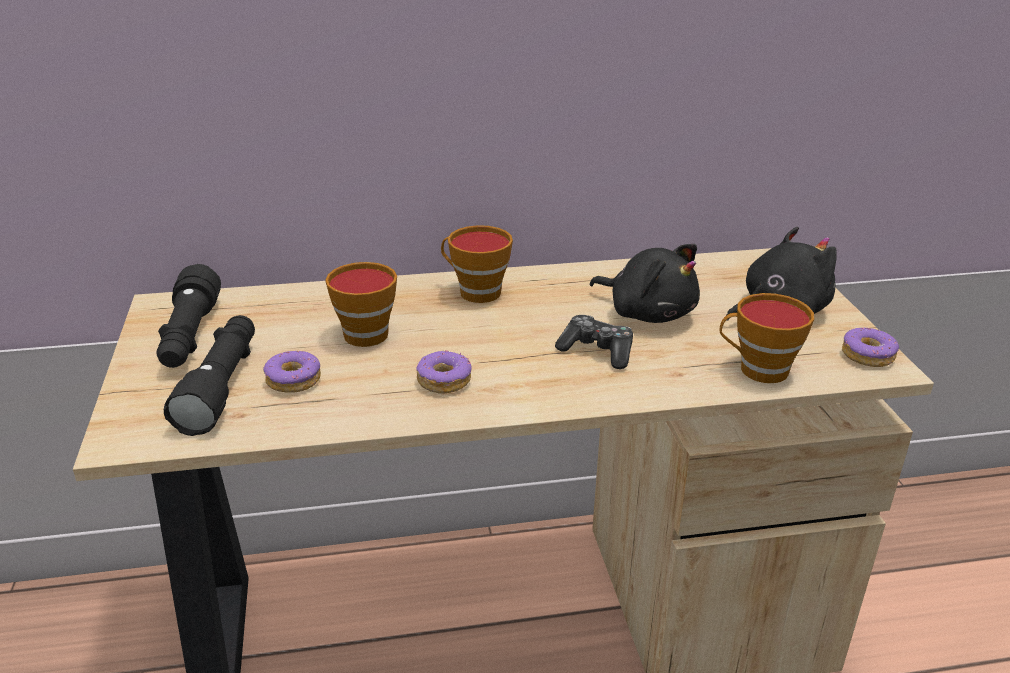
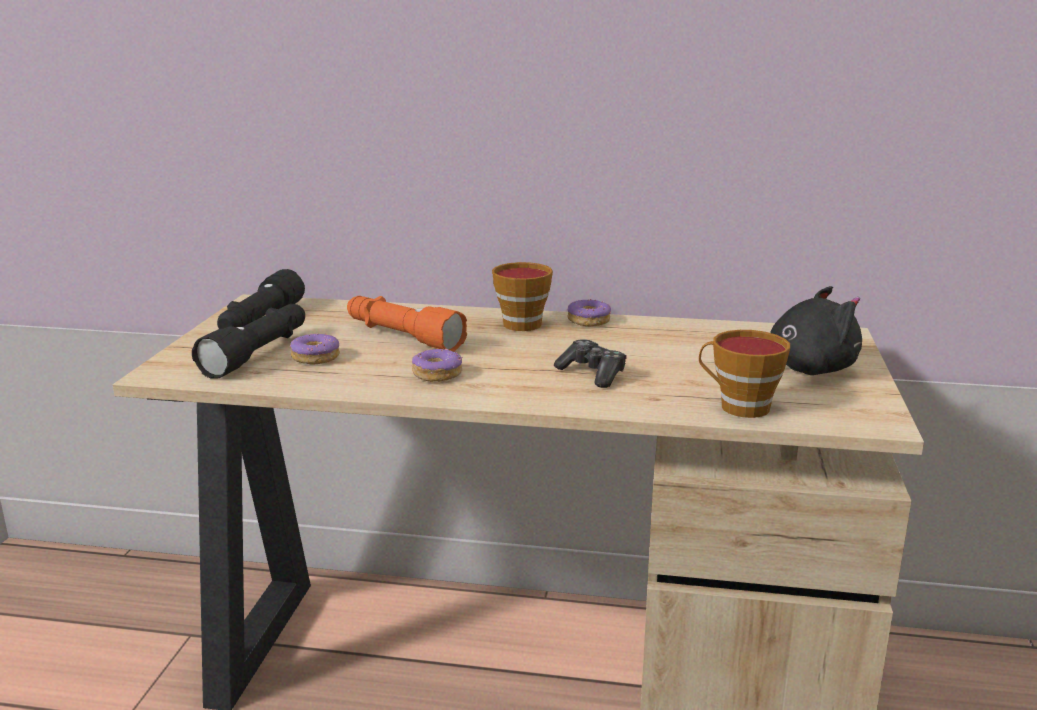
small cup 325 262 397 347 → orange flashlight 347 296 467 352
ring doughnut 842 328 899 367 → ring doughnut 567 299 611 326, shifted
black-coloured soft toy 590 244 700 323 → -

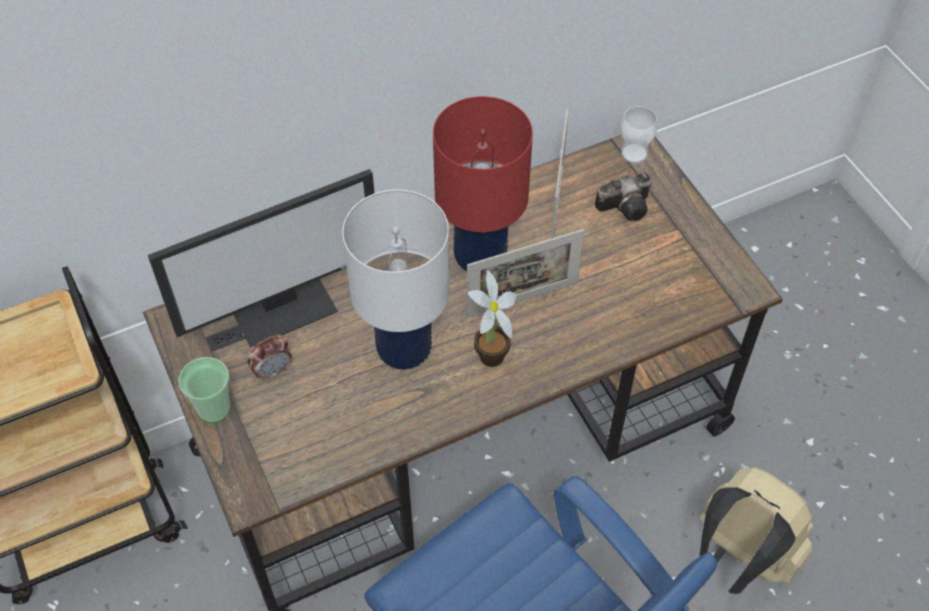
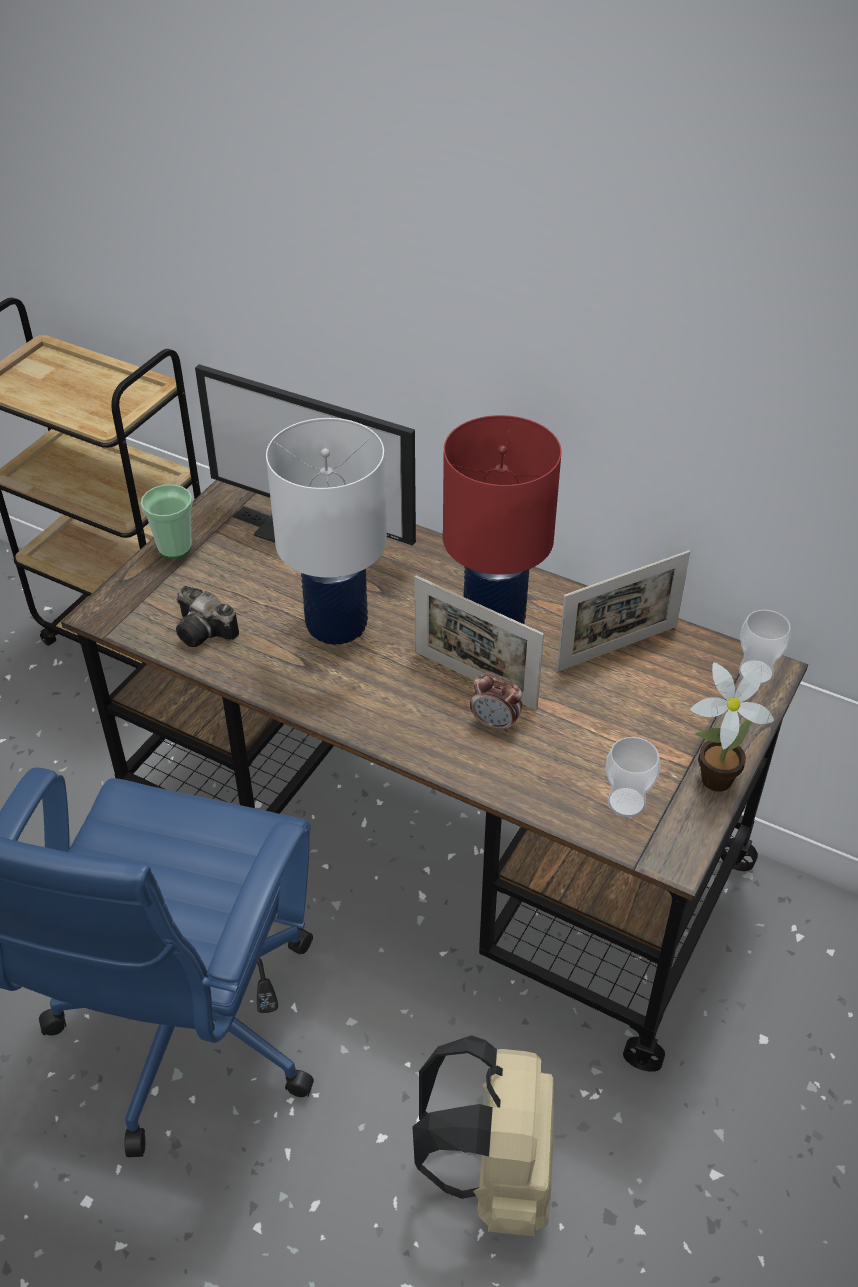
photo camera 595 173 651 221 → photo camera 176 586 239 647, shifted
bedside clock 248 334 292 382 → bedside clock 470 673 522 733, shifted
- → small cup 605 737 661 818
houseplant 468 270 516 367 → houseplant 690 662 774 792, shifted

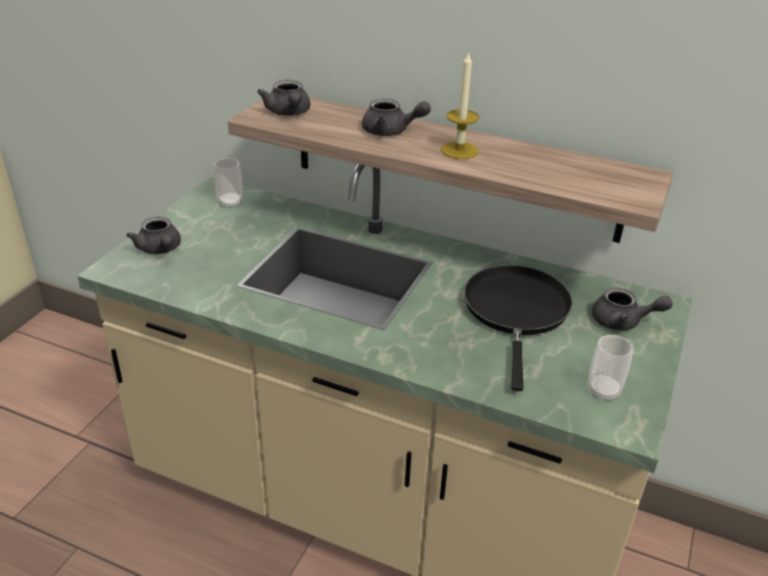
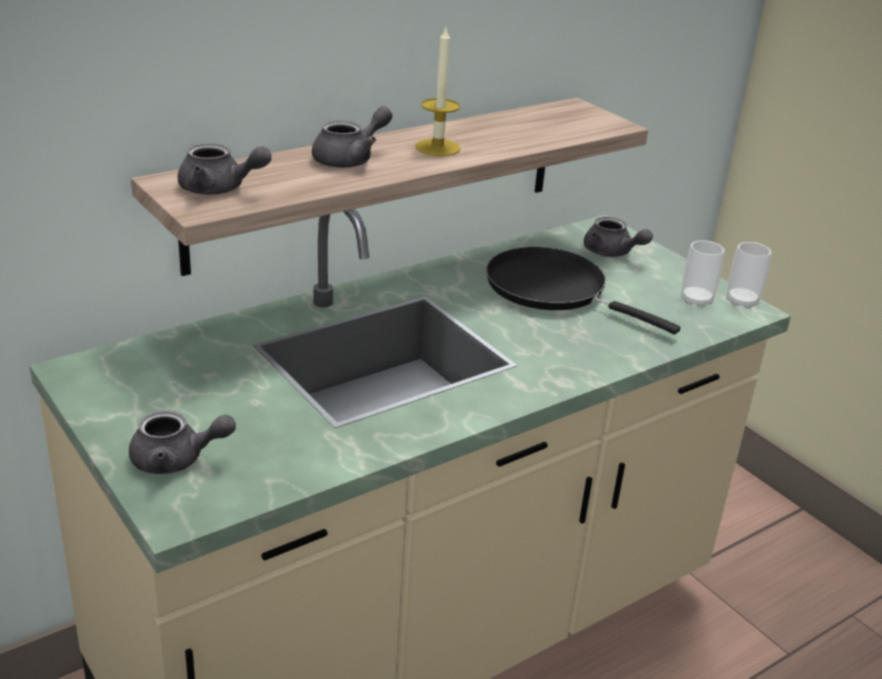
gray pot for tea 592 287 673 331 → gray pot for tea 584 217 653 257, 90 degrees clockwise
small cup 214 158 243 209 → small cup 726 242 771 309, shifted

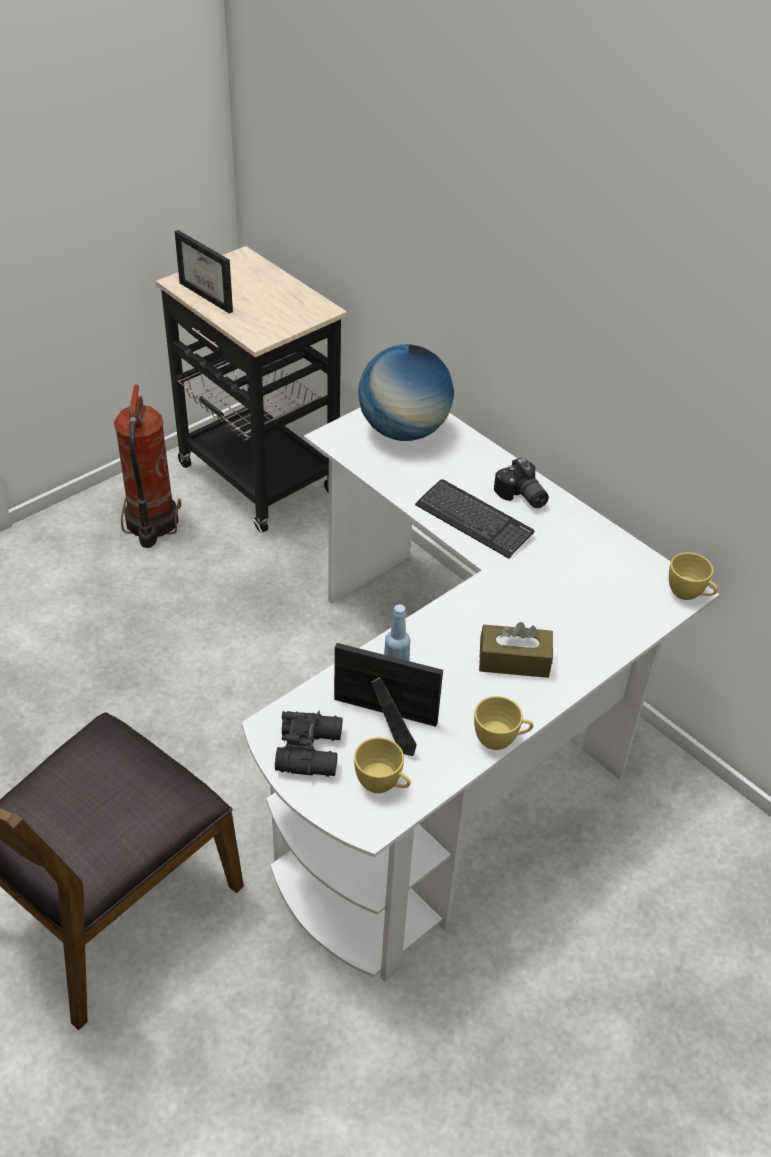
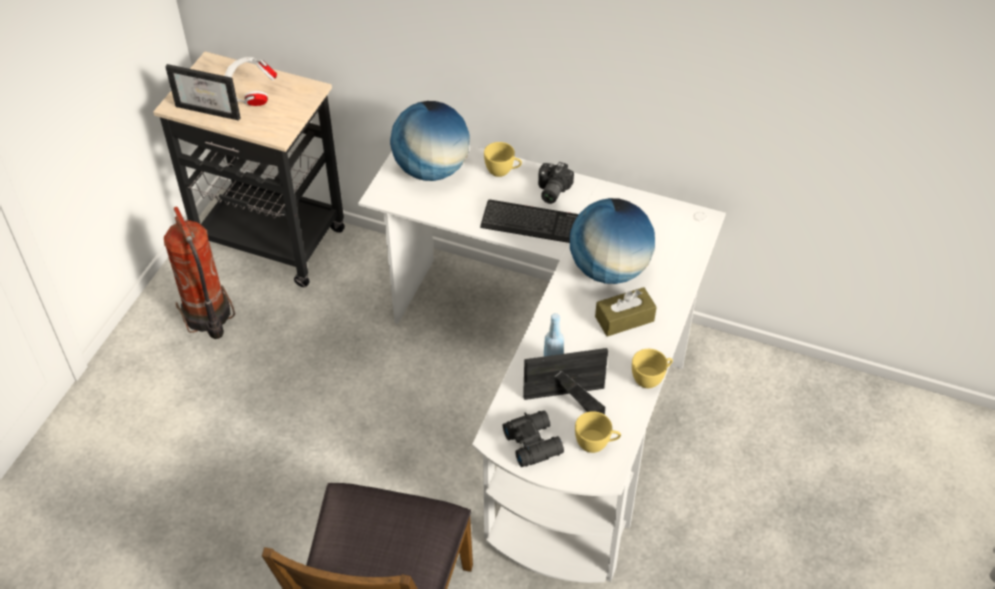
- → whitish pair of headphones 224 57 277 106
yellowish small cup 669 552 718 600 → yellowish small cup 484 142 522 177, shifted
photo camera 494 457 549 508 → photo camera 538 162 574 204, 75 degrees clockwise
- → world globe 570 198 655 284

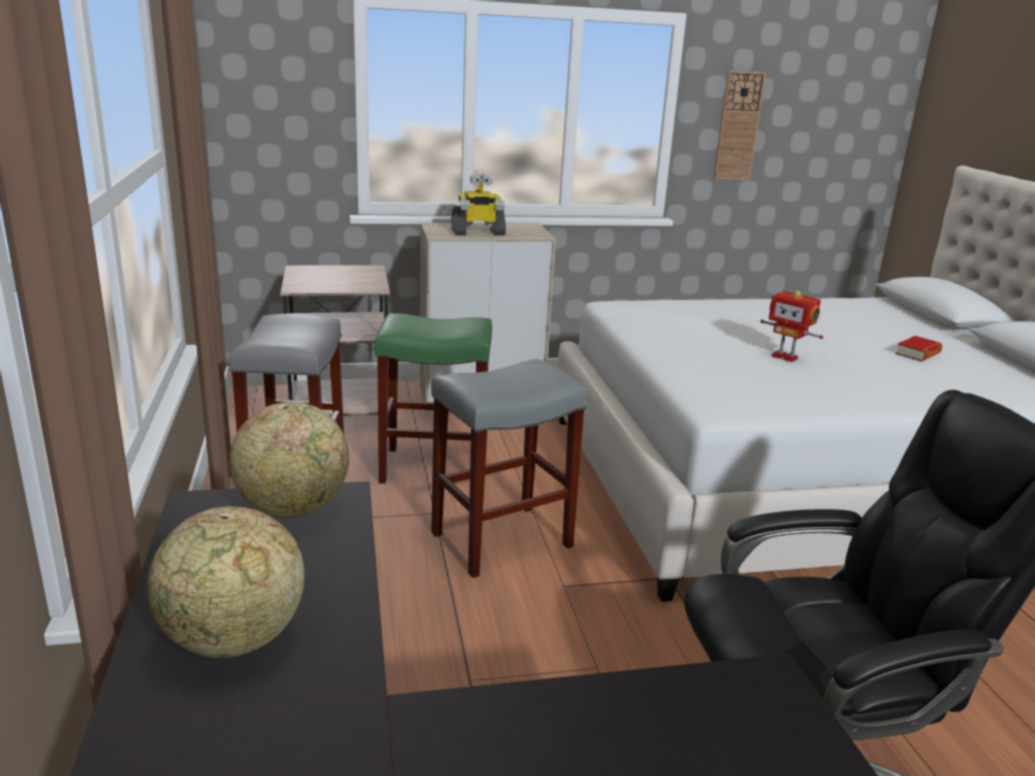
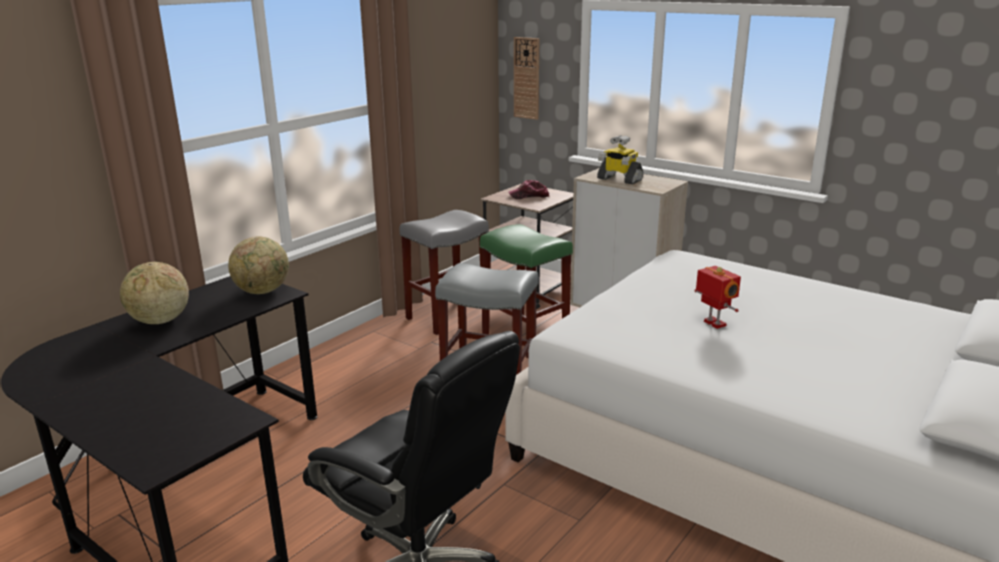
- → peaked cap 508 180 549 199
clock on the wall 713 70 766 180 → clock on the wall 514 37 539 120, shifted
model robot 760 290 823 362 → model robot 694 266 741 329, 150 degrees clockwise
book 896 336 943 362 → -

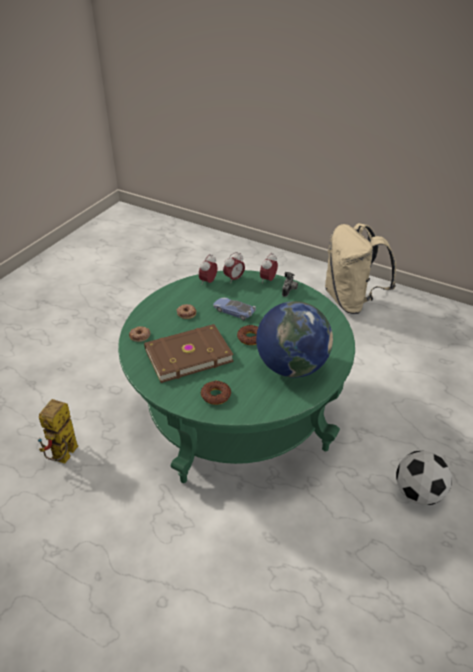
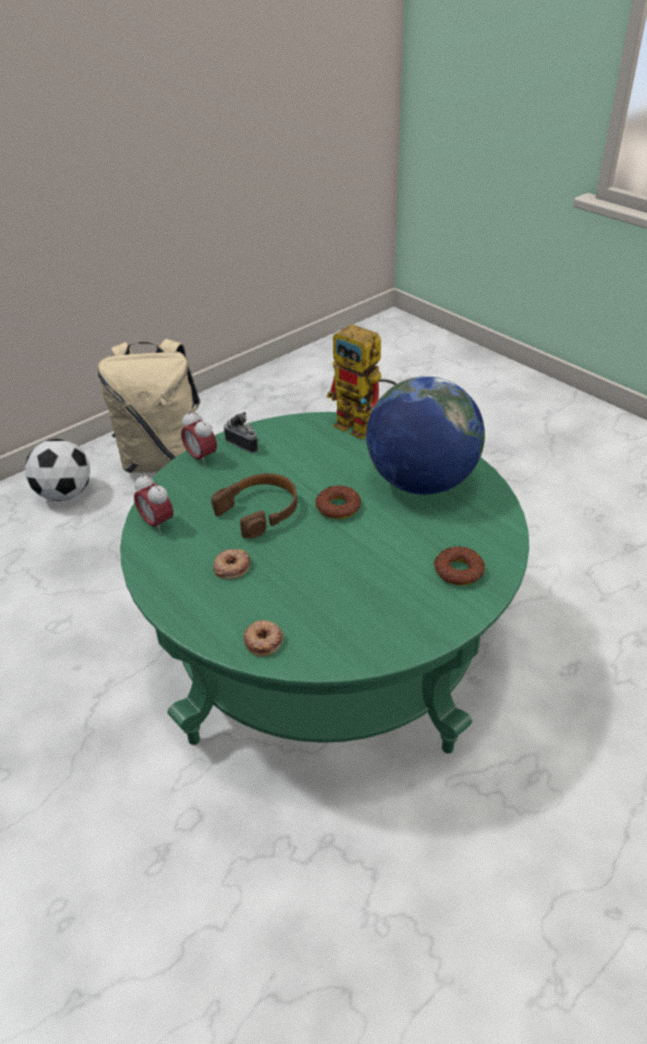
football 396 451 452 505 → football 25 439 90 501, shifted
model car 213 298 256 320 → brownish pair of headphones 211 473 297 538
model robot 38 399 78 463 → model robot 327 324 397 439, shifted
brownish book 144 324 234 383 → -
bedside clock 223 252 245 284 → -

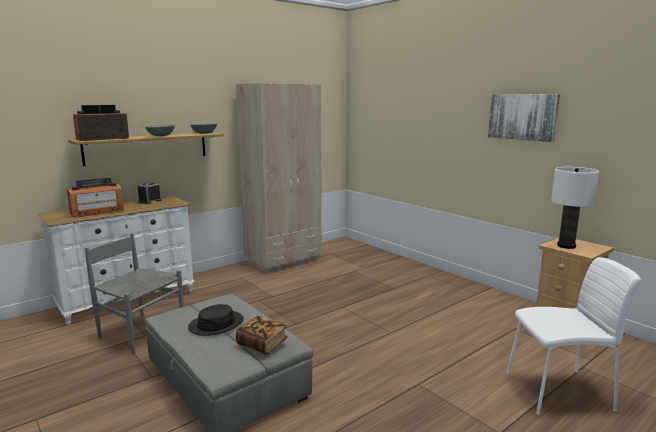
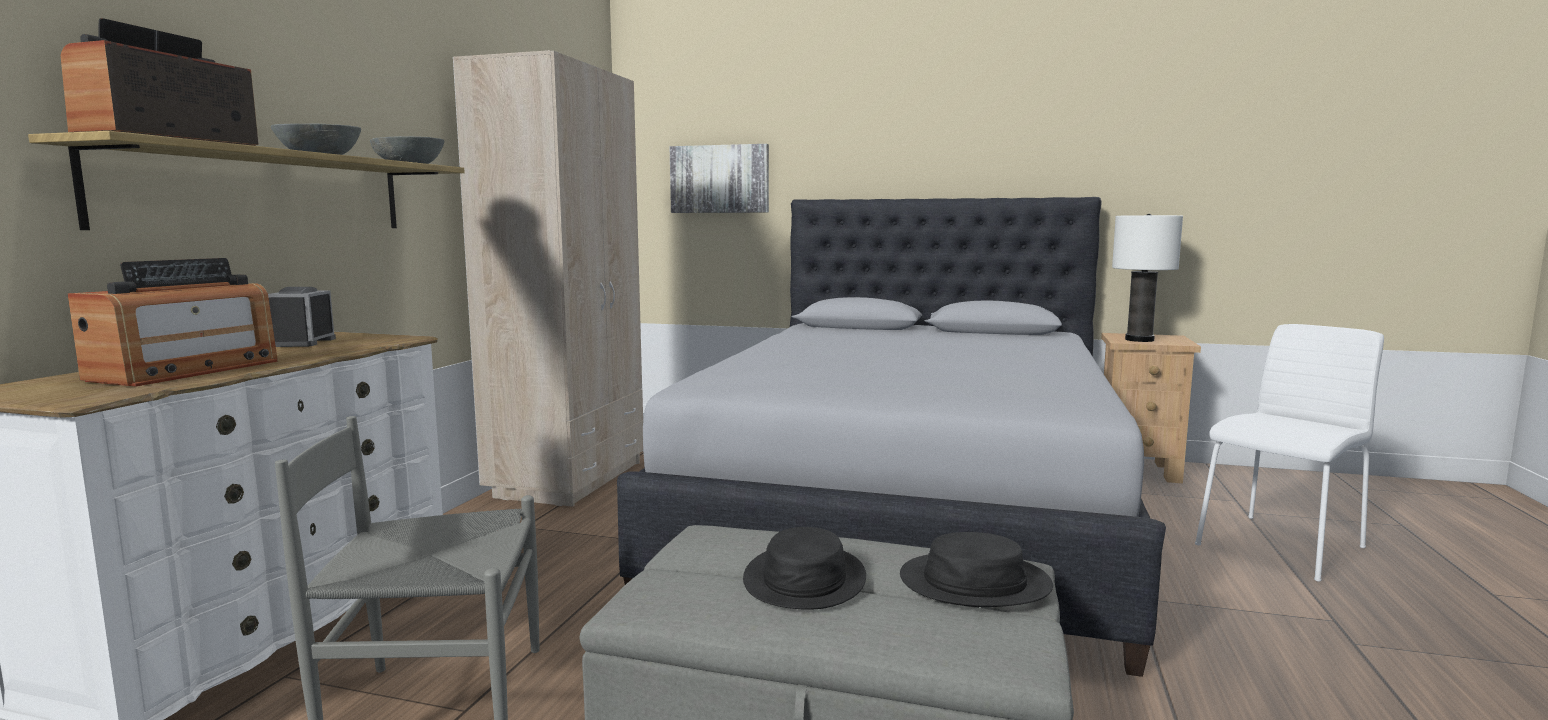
- → gray bedroom bed 617 197 1166 677
wall art 488 94 560 142 → wall art 670 144 769 213, shifted
book 236 316 288 355 → black-coloured wearable hat 900 532 1053 607

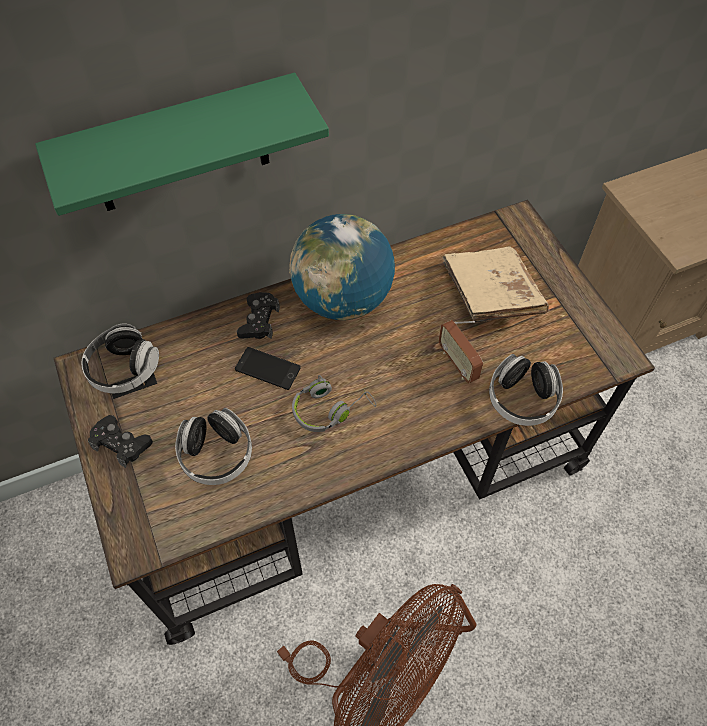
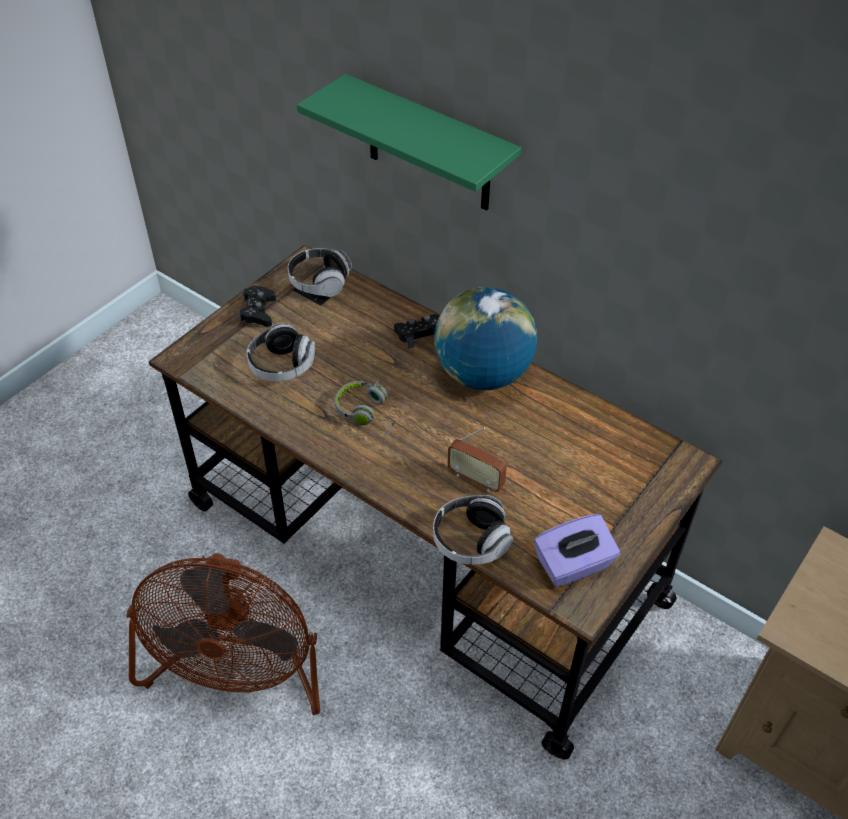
radio receiver 439 320 483 383 → radio receiver 447 428 507 492, 90 degrees counterclockwise
- → purple-coloured box of tissues 534 514 620 587
handset 235 347 301 390 → -
beige book 443 247 549 323 → -

